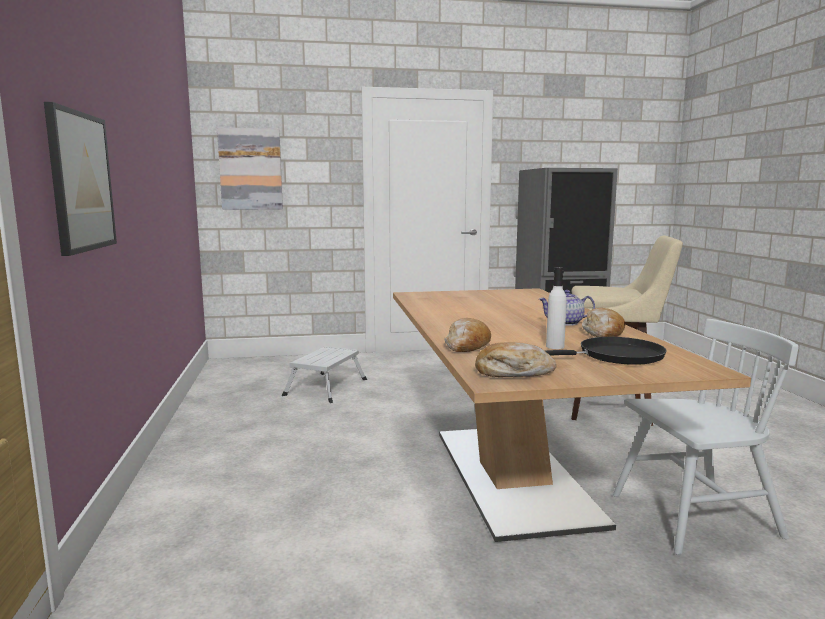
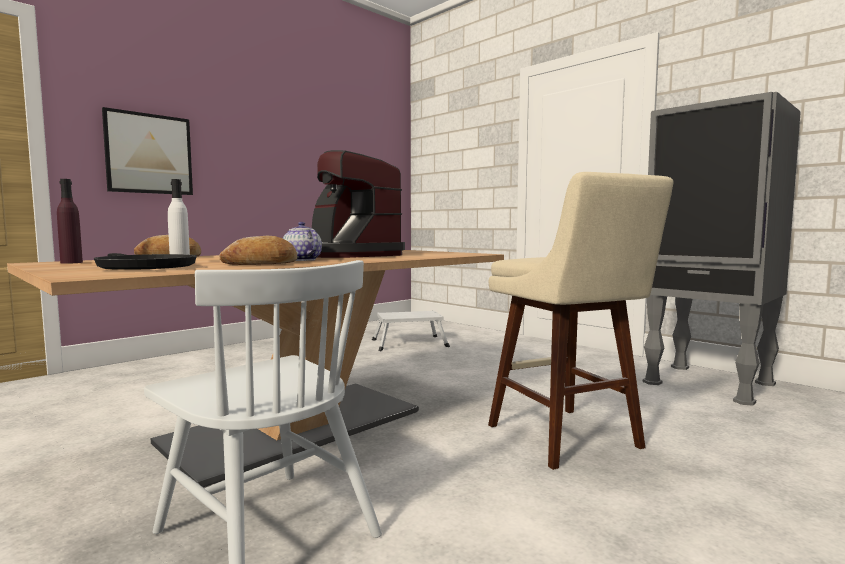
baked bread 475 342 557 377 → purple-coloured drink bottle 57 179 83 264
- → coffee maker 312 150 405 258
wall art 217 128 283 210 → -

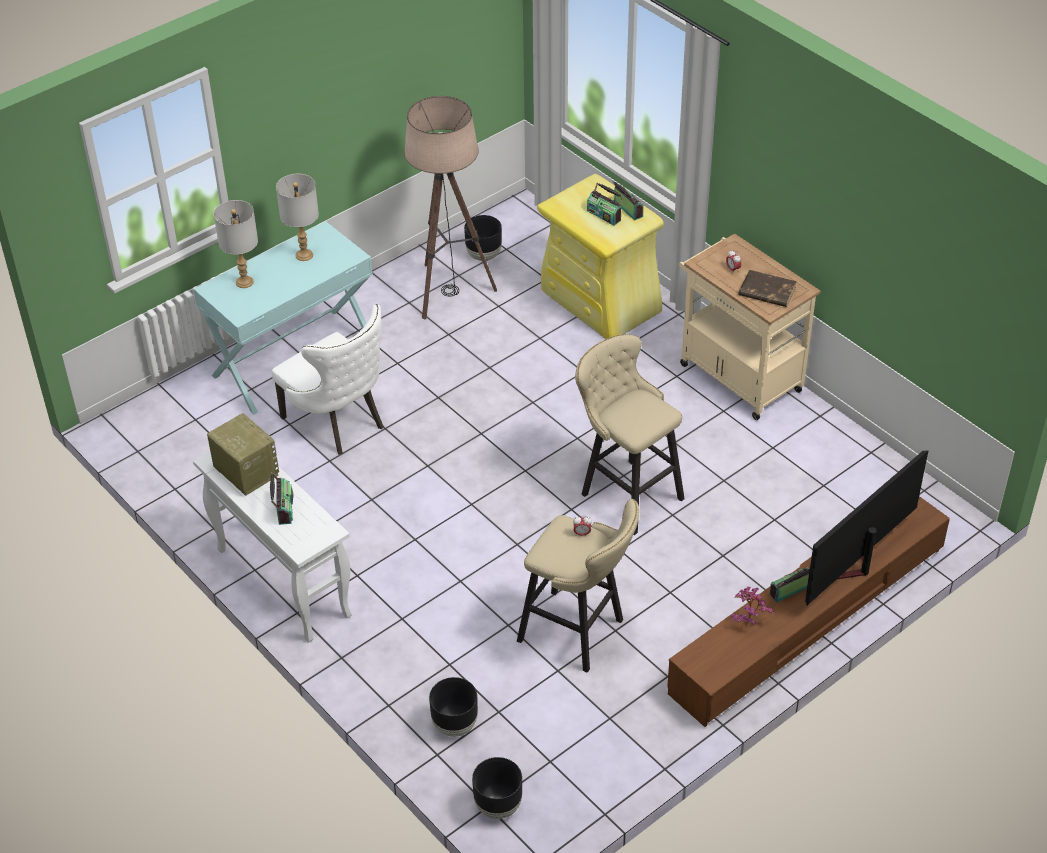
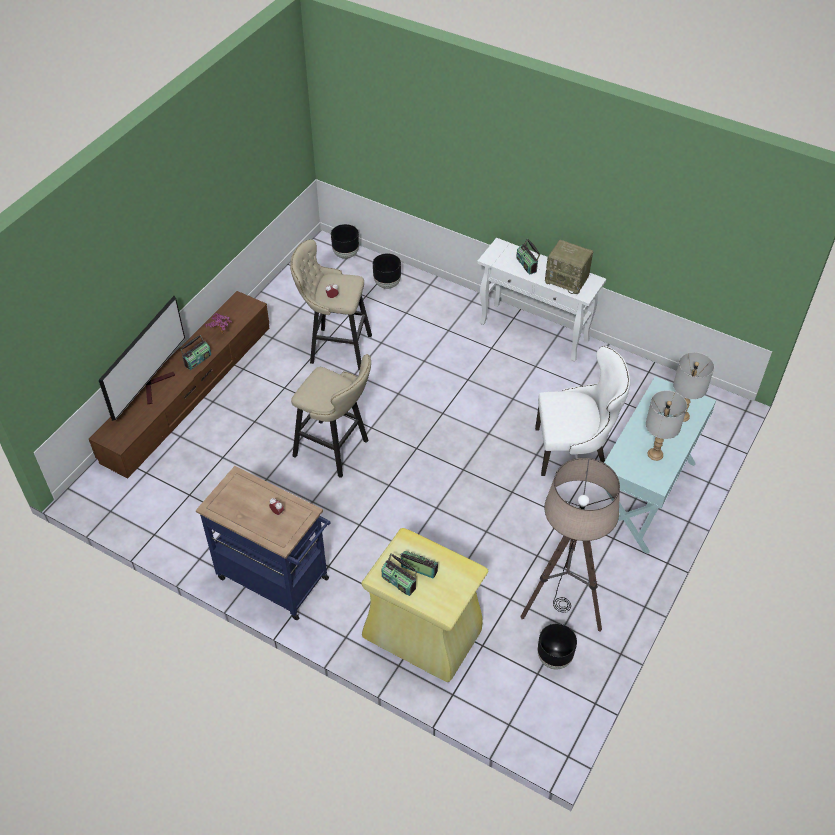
beige trolley 679 234 821 420 → blue trolley 196 466 331 620
whitish plain chair 272 304 384 455 → whitish plain chair 535 346 630 476, 150 degrees clockwise
brownish book 738 270 797 307 → -

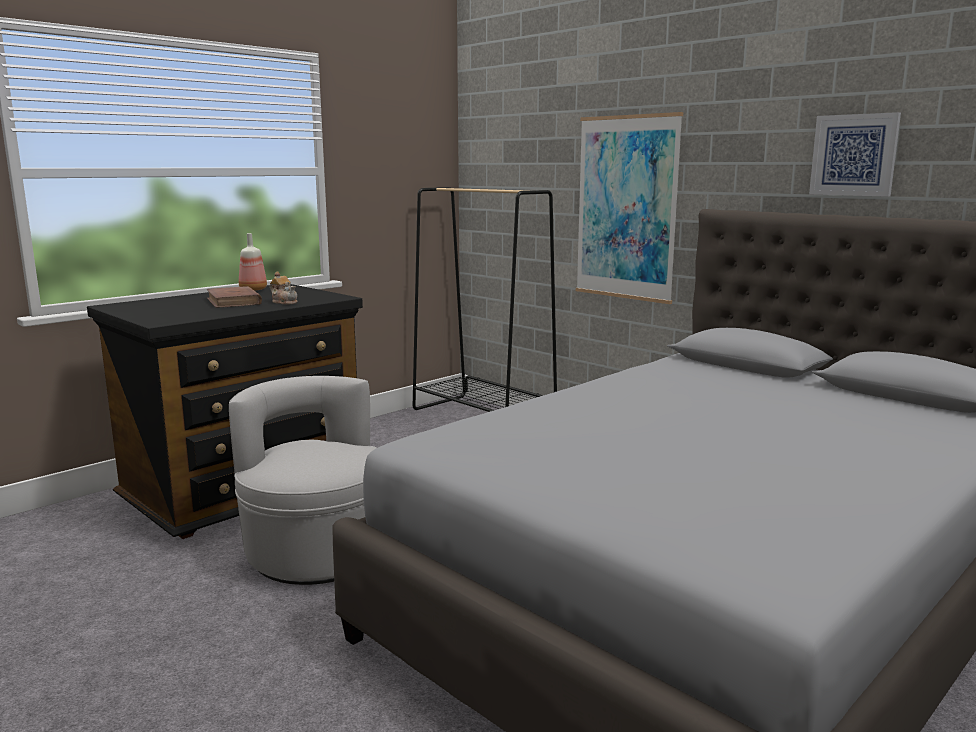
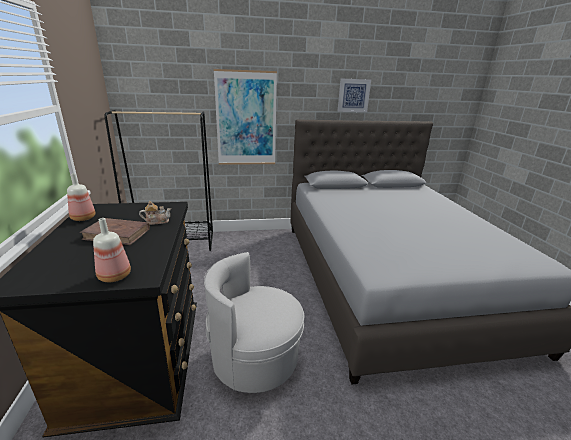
- → drink bottle 93 218 131 282

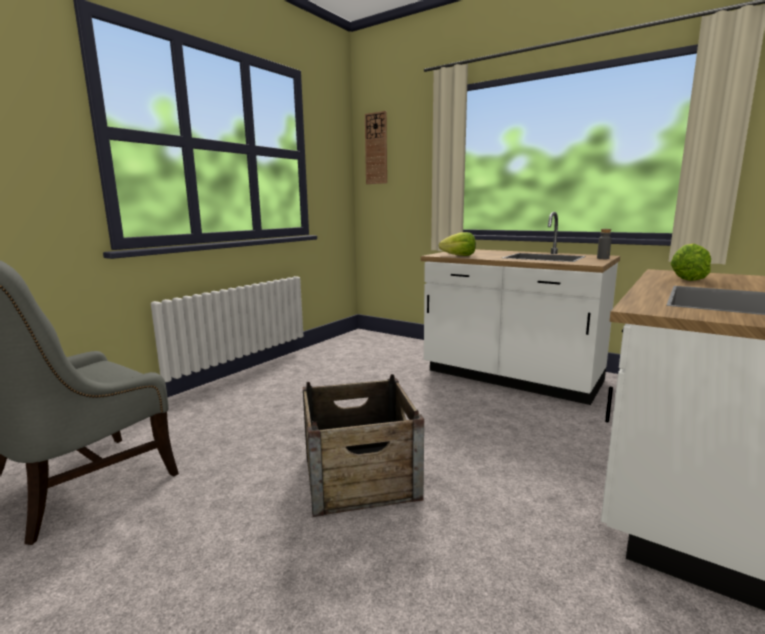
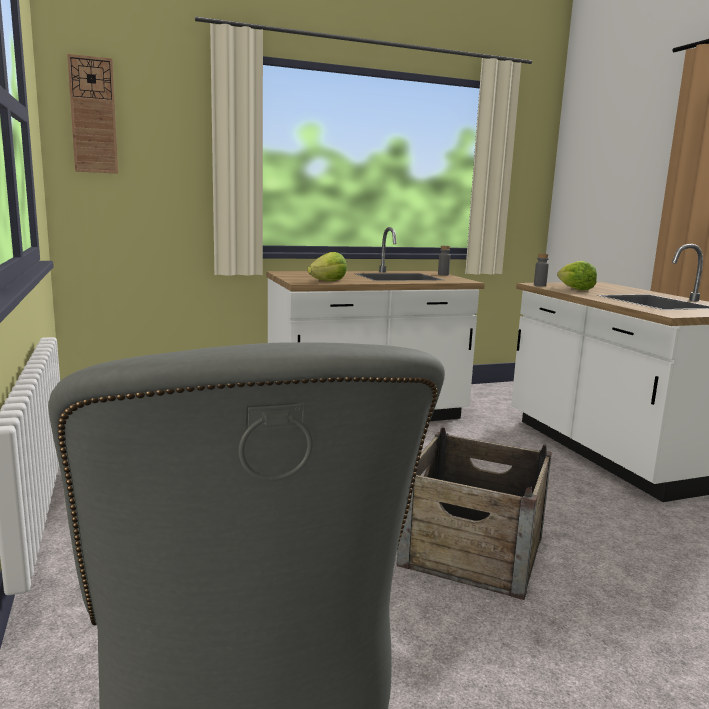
- → gray drink bottle 534 253 549 287

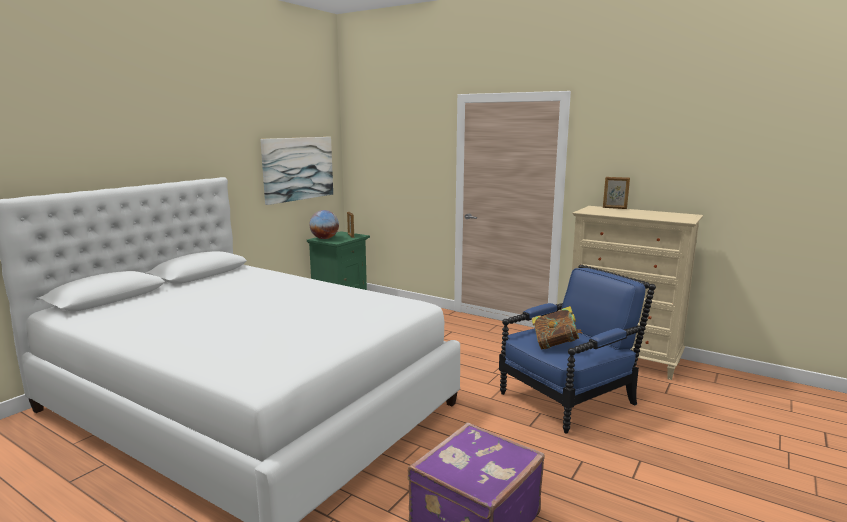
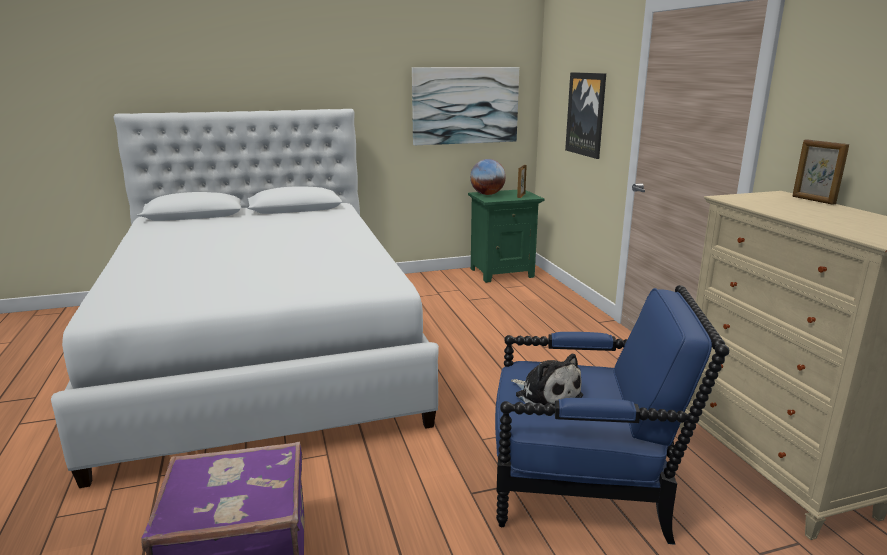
book 532 306 583 349 → soft toy 511 354 583 406
- → wall art 565 72 606 159

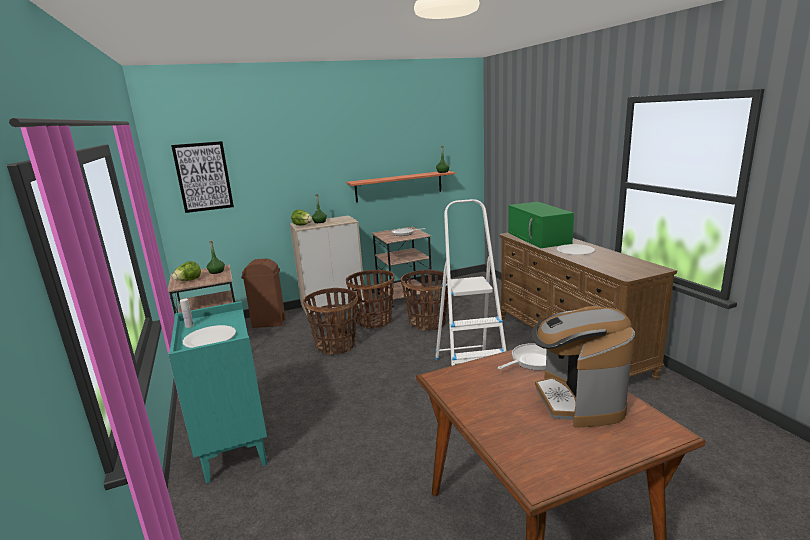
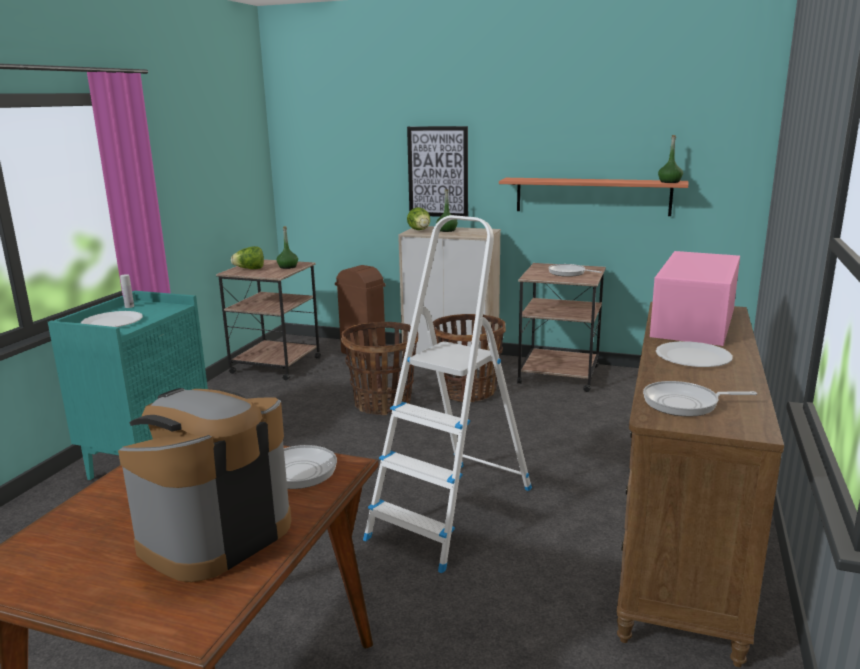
wall art 171 141 234 213 → wall art 407 126 468 217, shifted
- → pan 643 381 757 417
green kitchen microwave 508 202 574 248 → pinkish kitchen microwave 650 251 740 346
storage basket 401 270 448 331 → -

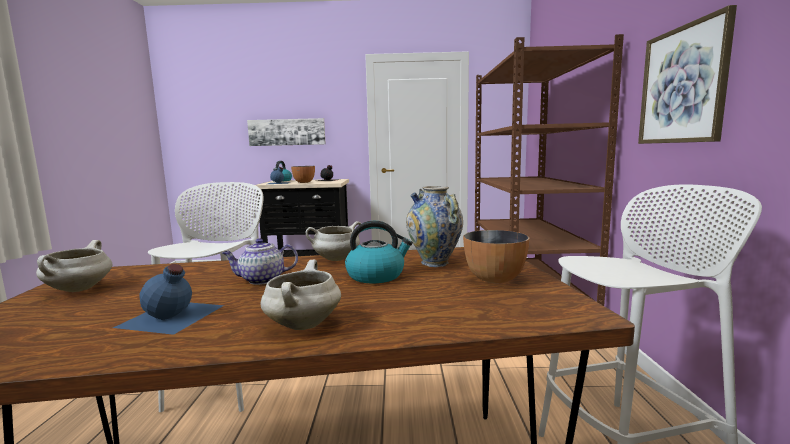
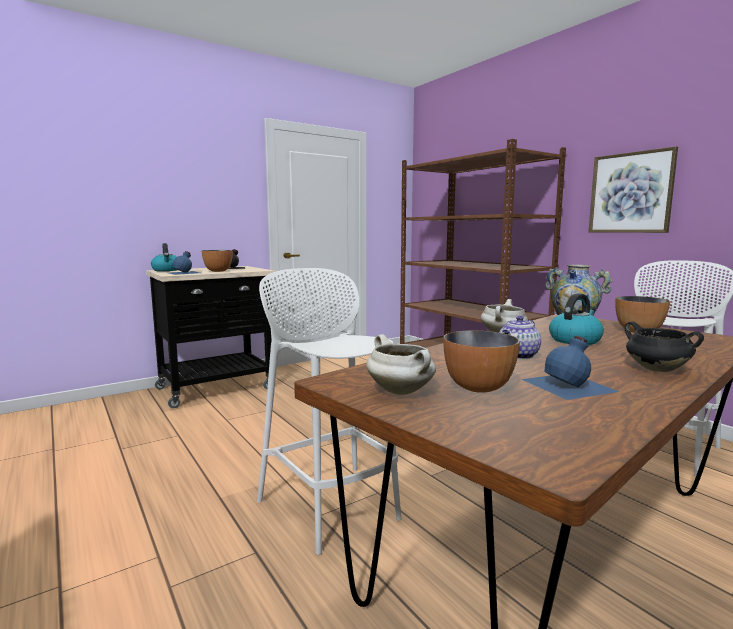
- → deep dish 443 331 520 393
whitish stockpot 261 260 341 330 → black-coloured stockpot 625 321 704 372
wall art 247 118 326 146 → -

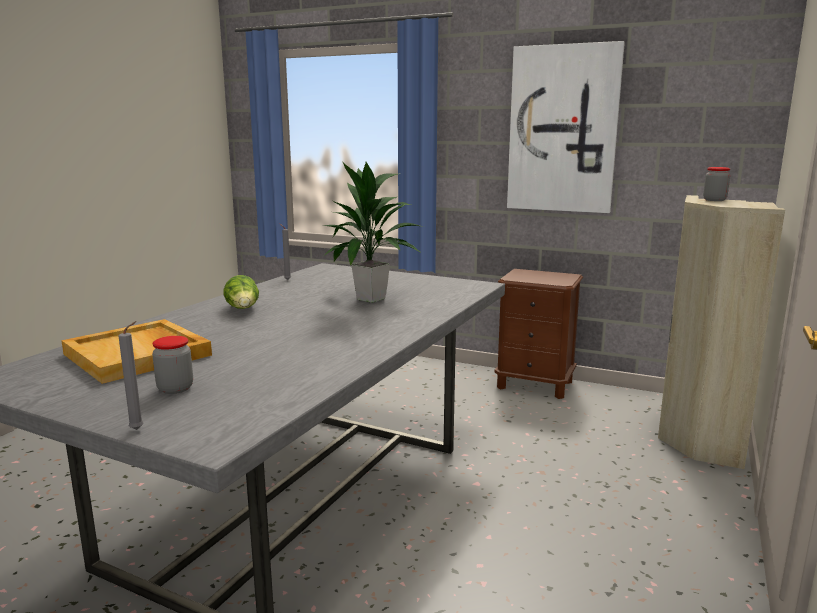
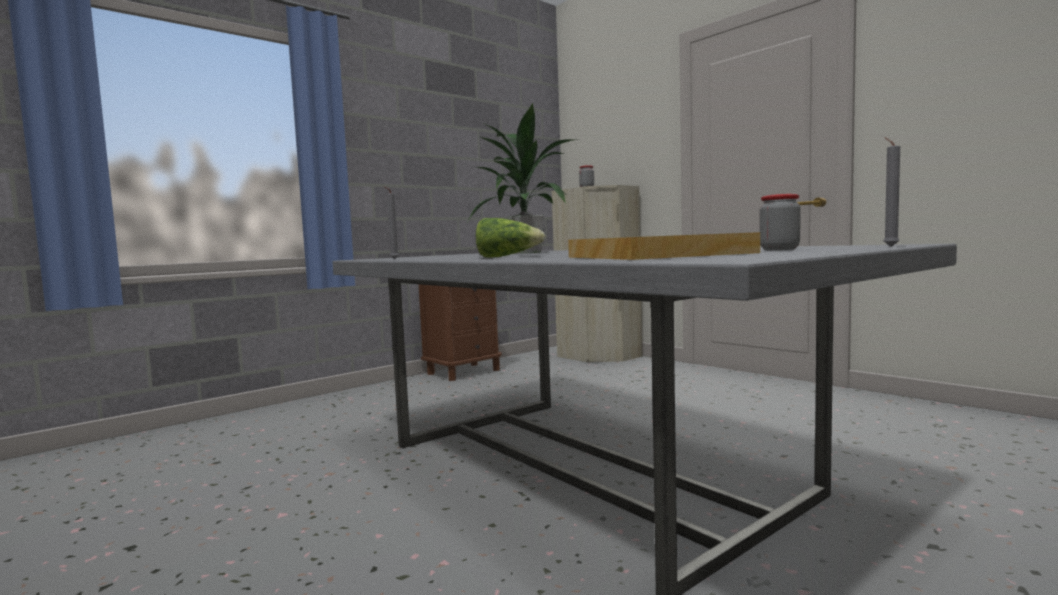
wall art 507 41 625 213 → -

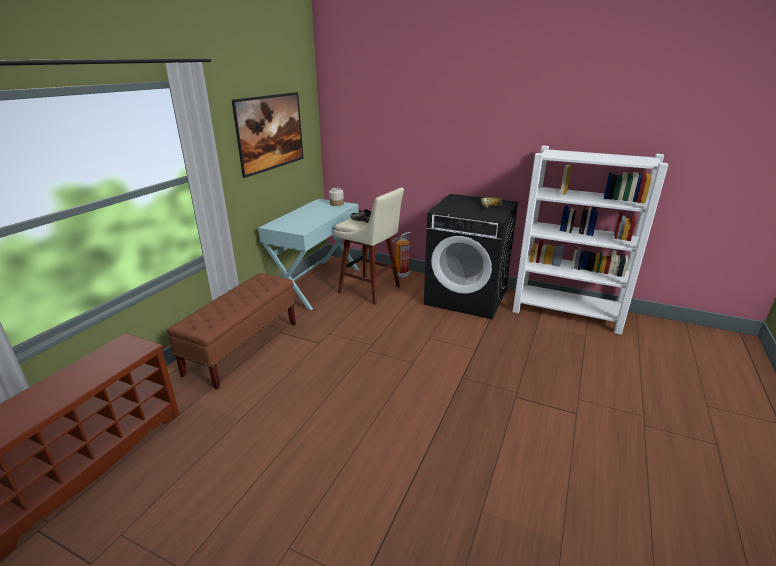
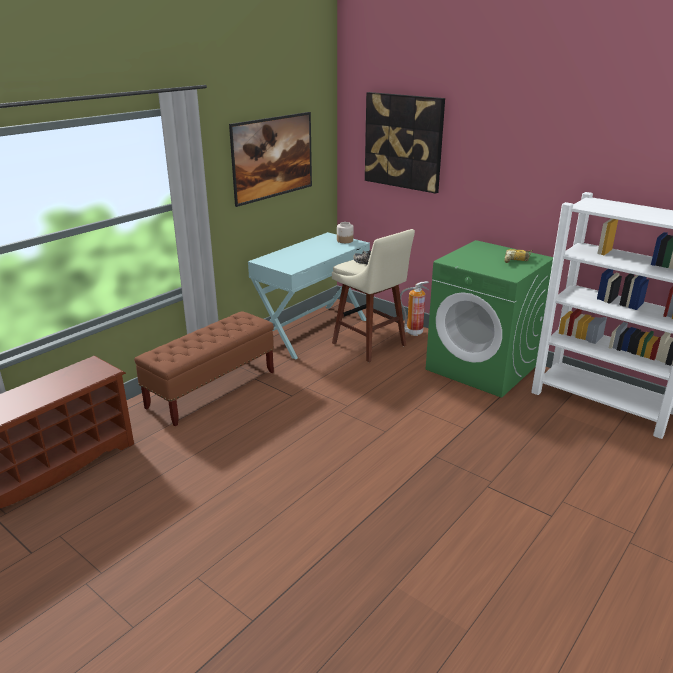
- → wall art 365 92 445 194
black-coloured laundry appliance 424 194 518 319 → green laundry appliance 426 240 553 398

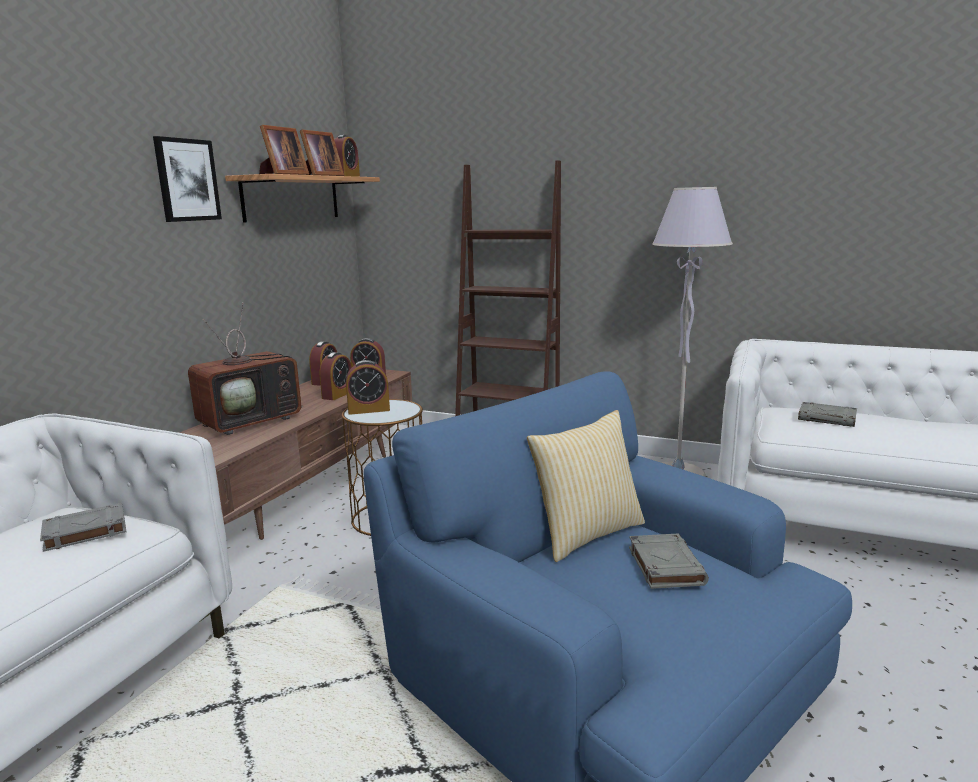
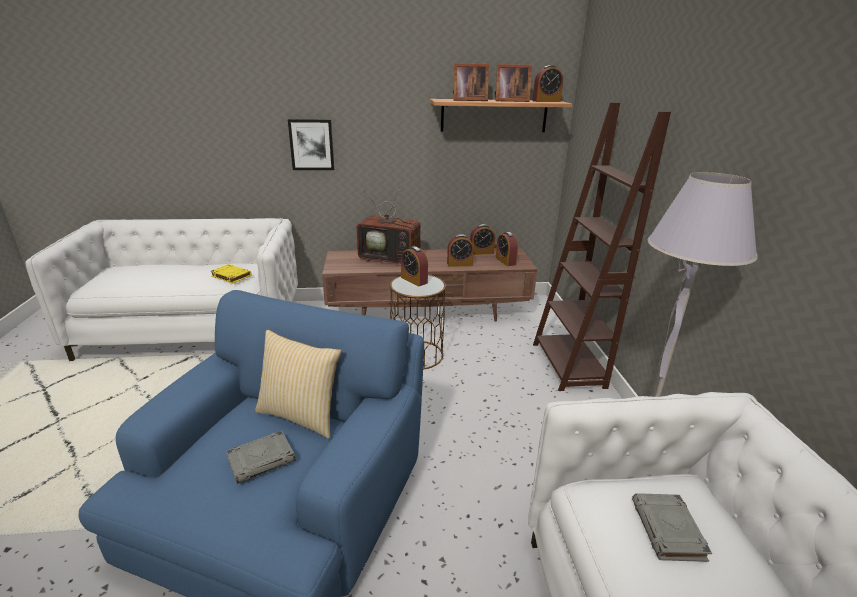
gray book 40 503 127 552 → yellowish book 210 264 252 284
wall art 153 136 222 222 → wall art 288 119 334 170, shifted

